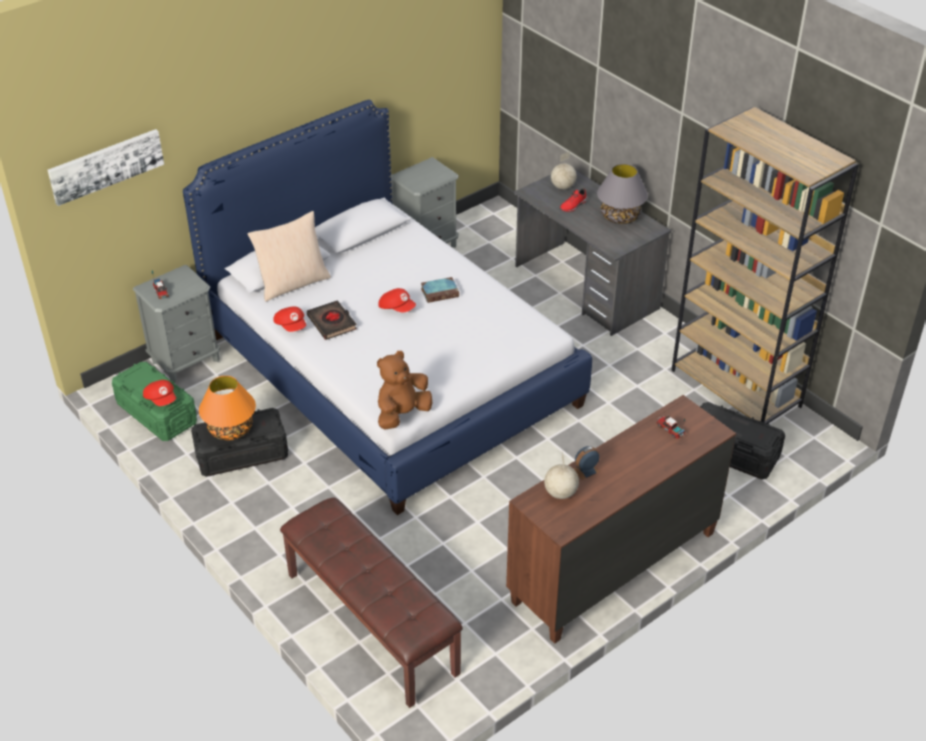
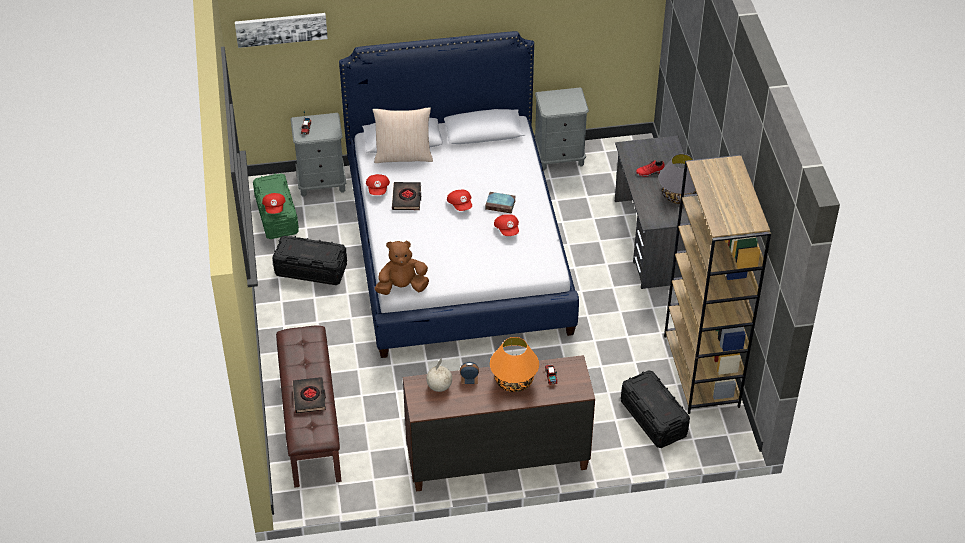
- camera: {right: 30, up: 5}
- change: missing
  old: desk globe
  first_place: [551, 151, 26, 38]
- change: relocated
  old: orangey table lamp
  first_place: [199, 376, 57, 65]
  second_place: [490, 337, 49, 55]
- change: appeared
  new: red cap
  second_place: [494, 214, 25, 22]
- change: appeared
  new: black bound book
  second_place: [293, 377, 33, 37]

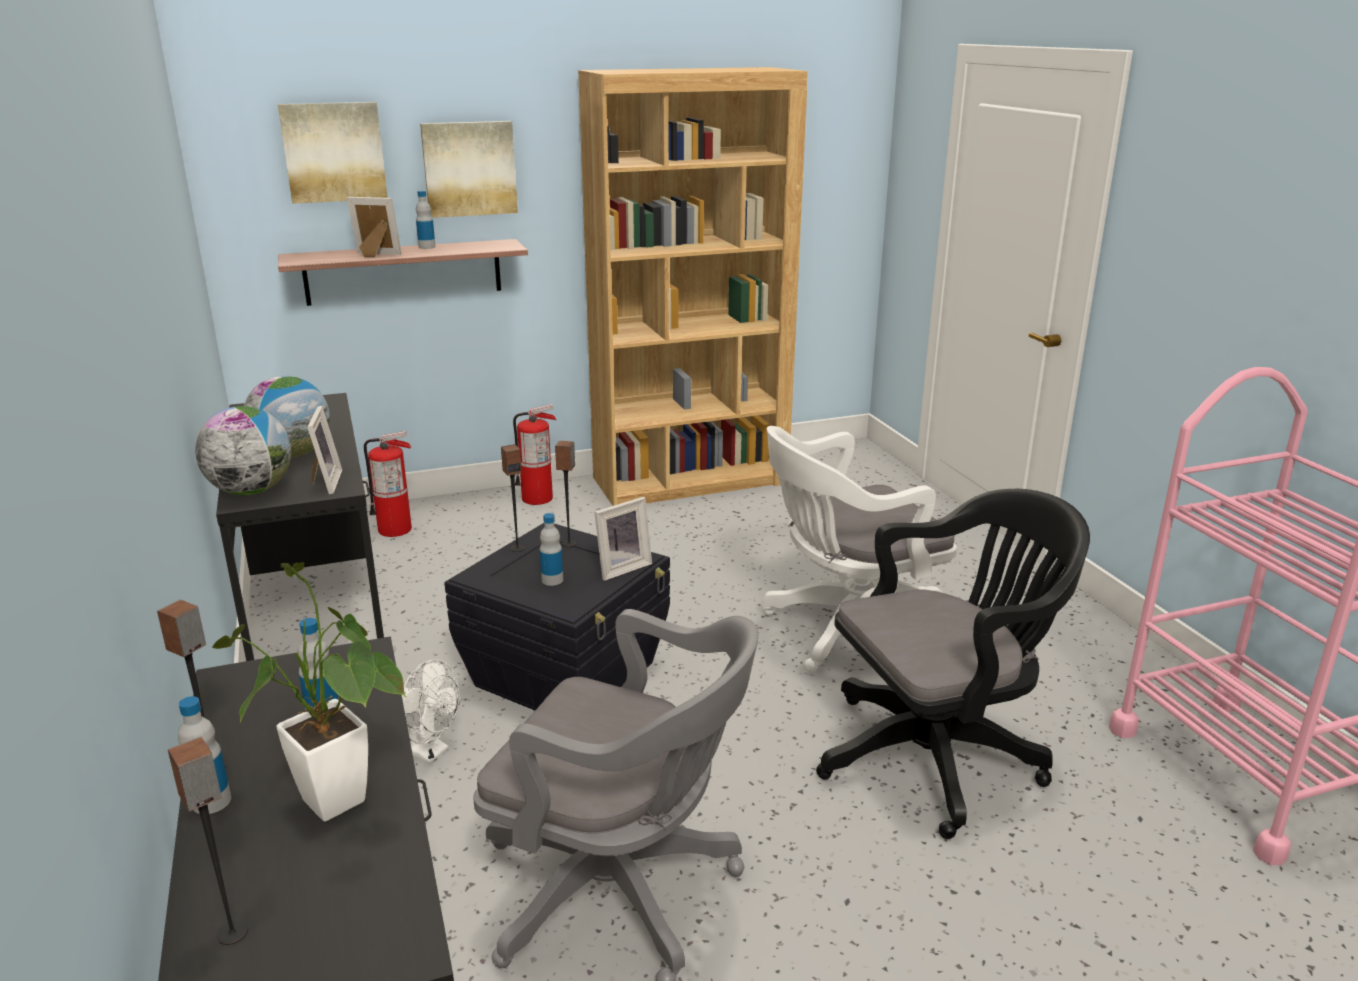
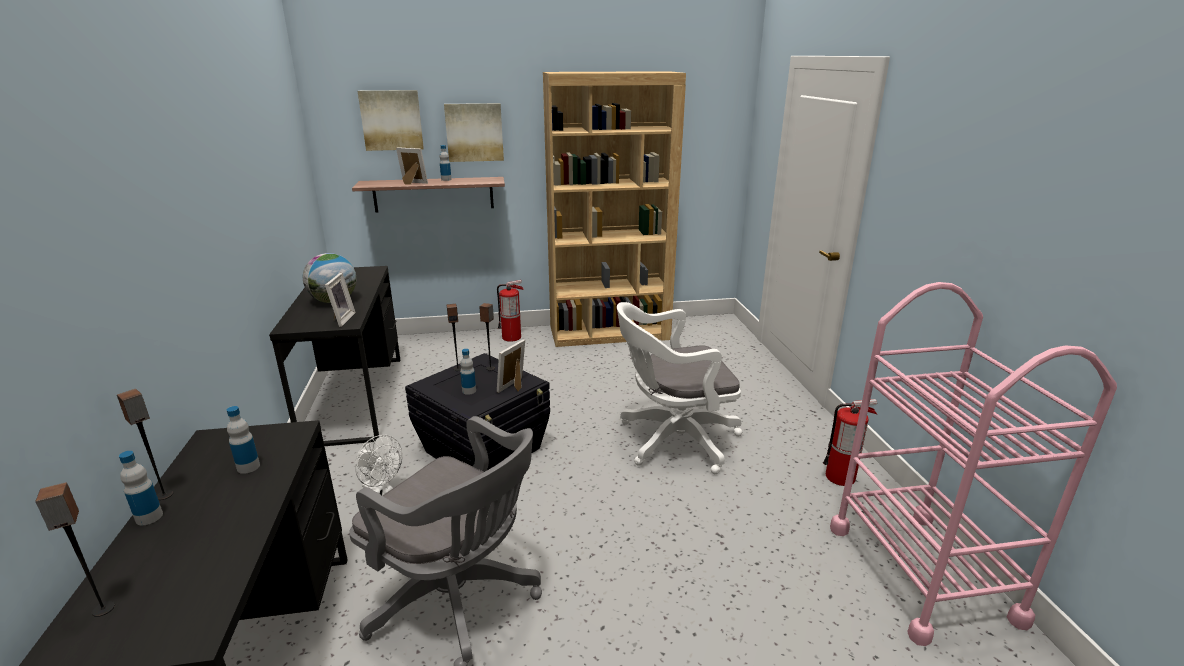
- camera: {right: 10, up: 0}
- change: missing
  old: desk globe
  first_place: [195, 406, 96, 89]
- change: relocated
  old: extinguisher
  first_place: [364, 431, 48, 106]
  second_place: [823, 399, 54, 87]
- change: missing
  old: black office chair
  first_place: [816, 489, 274, 350]
- change: spun
  old: picture frame
  first_place: [594, 497, 58, 84]
  second_place: [497, 339, 28, 54]
  degrees: 150
- change: missing
  old: houseplant
  first_place: [212, 563, 194, 259]

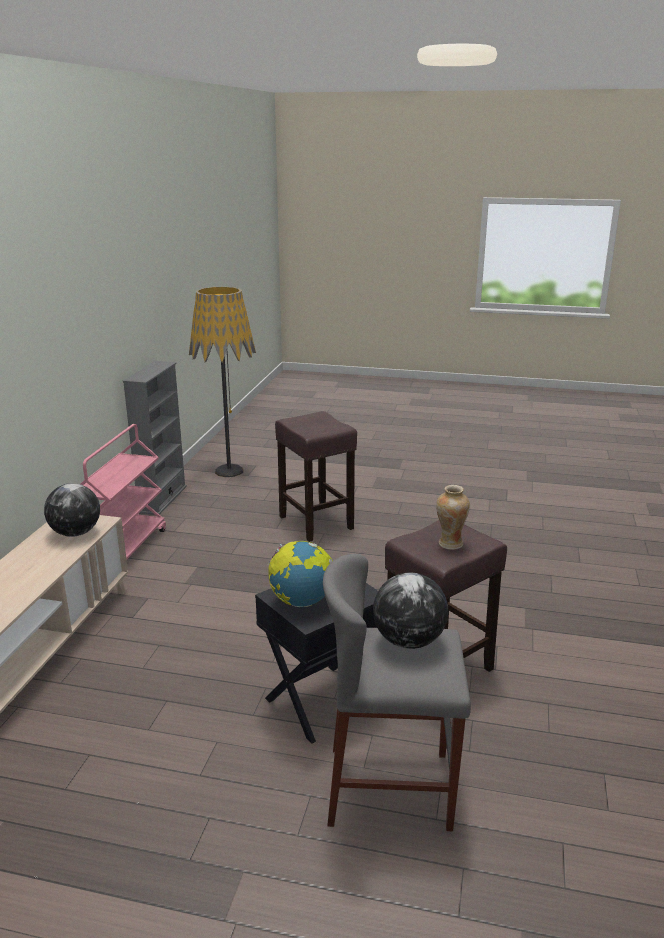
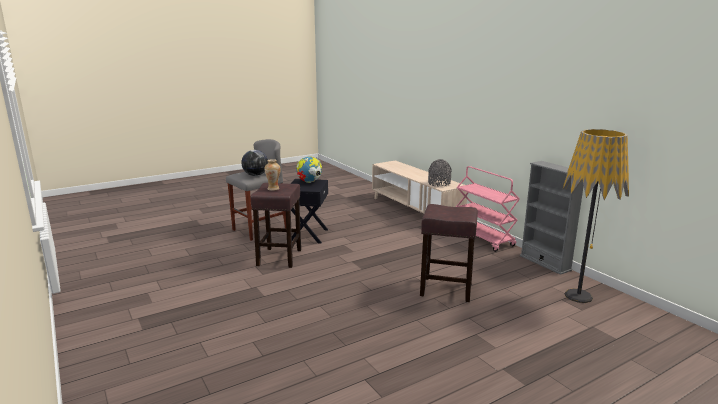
- camera: {right: 135, up: -5}
- change: exchanged
  old: desk globe
  new: gray flower vase
  first_place: [44, 483, 56, 54]
  second_place: [428, 159, 23, 28]

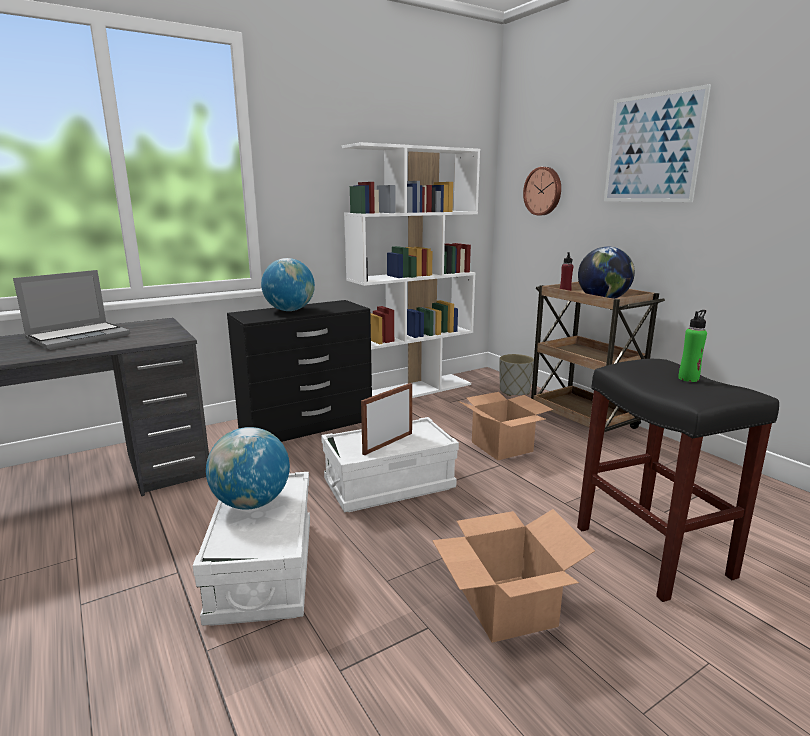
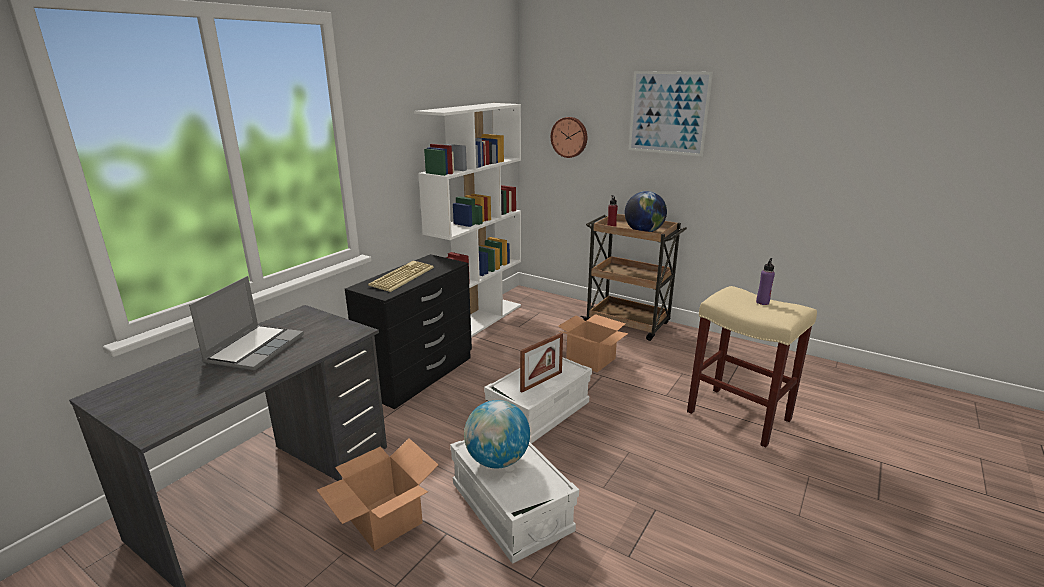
- camera: {right: -25, up: 5}
- change: exchanged
  old: desk globe
  new: computer keyboard
  first_place: [261, 258, 54, 53]
  second_place: [368, 261, 66, 31]
- change: colour
  old: green bottle
  new: purple bottle
  first_place: [678, 310, 29, 72]
  second_place: [756, 258, 19, 47]
- change: missing
  old: gray flower pot
  first_place: [500, 354, 34, 42]
- change: colour
  old: black stool
  new: beige stool
  first_place: [577, 359, 202, 243]
  second_place: [687, 286, 130, 162]
- change: spun
  old: picture frame
  first_place: [361, 383, 51, 73]
  second_place: [520, 333, 43, 59]
  degrees: -150
- change: relocated
  old: cardboard box
  first_place: [432, 509, 163, 134]
  second_place: [317, 438, 121, 113]

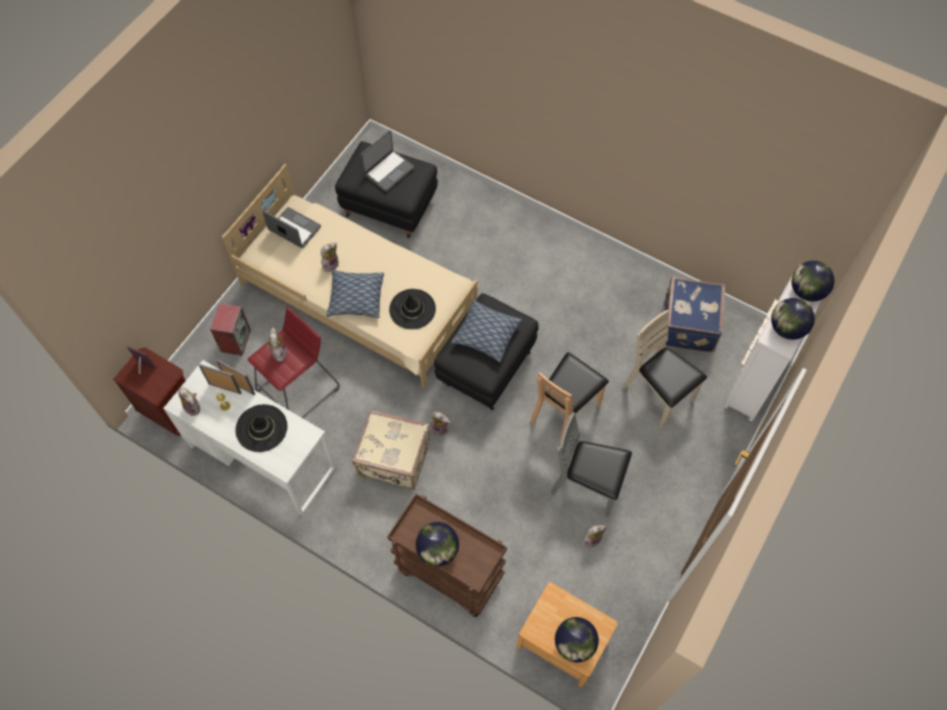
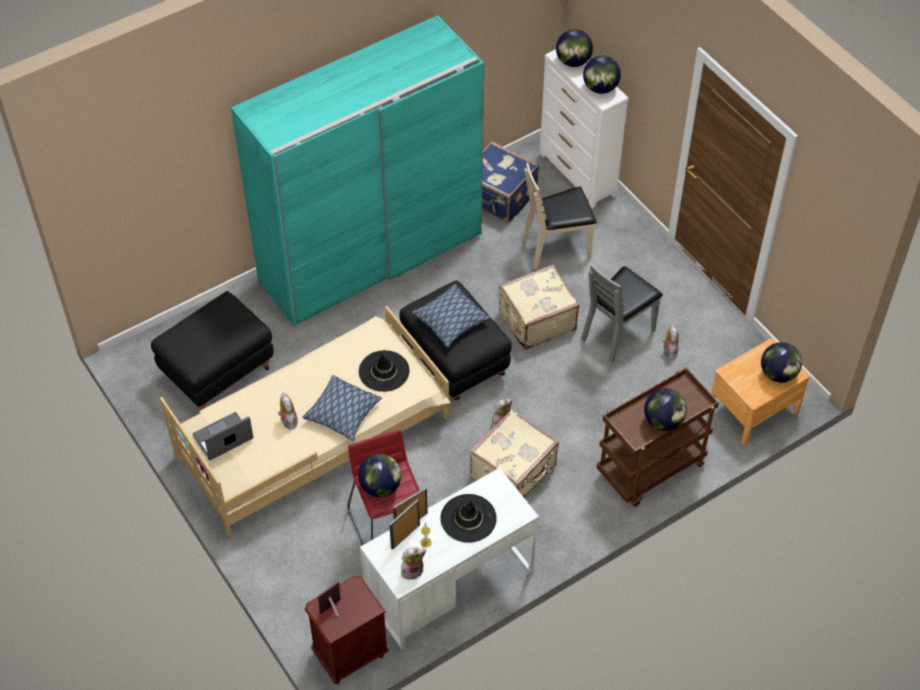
- camera: {right: -65, up: -10}
- change: missing
  old: portable computer
  first_place: [361, 130, 54, 62]
- change: missing
  old: speaker
  first_place: [210, 303, 41, 53]
- change: exchanged
  old: soft toy
  new: desk globe
  first_place: [266, 327, 21, 34]
  second_place: [358, 454, 43, 43]
- change: exchanged
  old: brown-coloured upright chair
  new: beige travel case
  first_place: [530, 352, 79, 92]
  second_place: [499, 265, 81, 85]
- change: appeared
  new: turquoise-coloured armoire
  second_place: [231, 15, 253, 312]

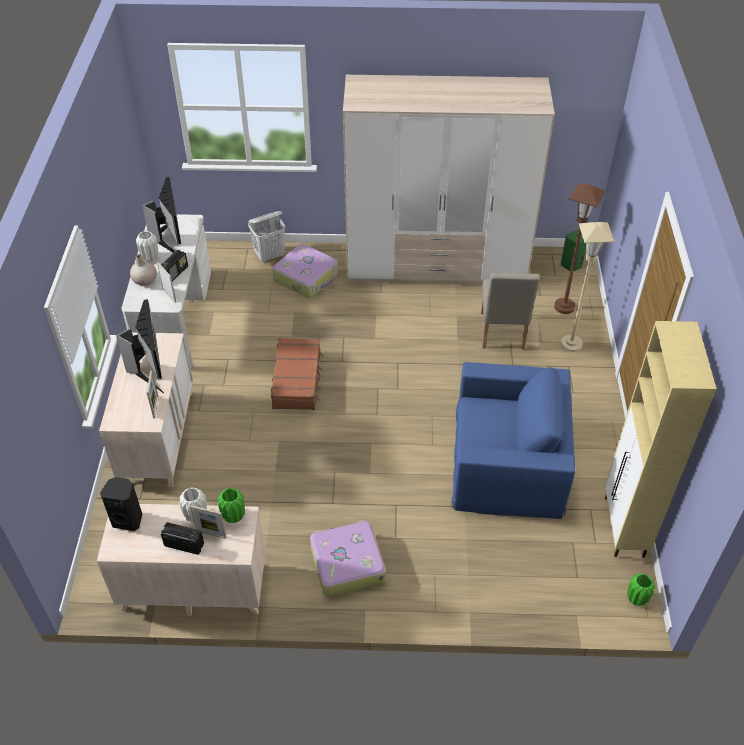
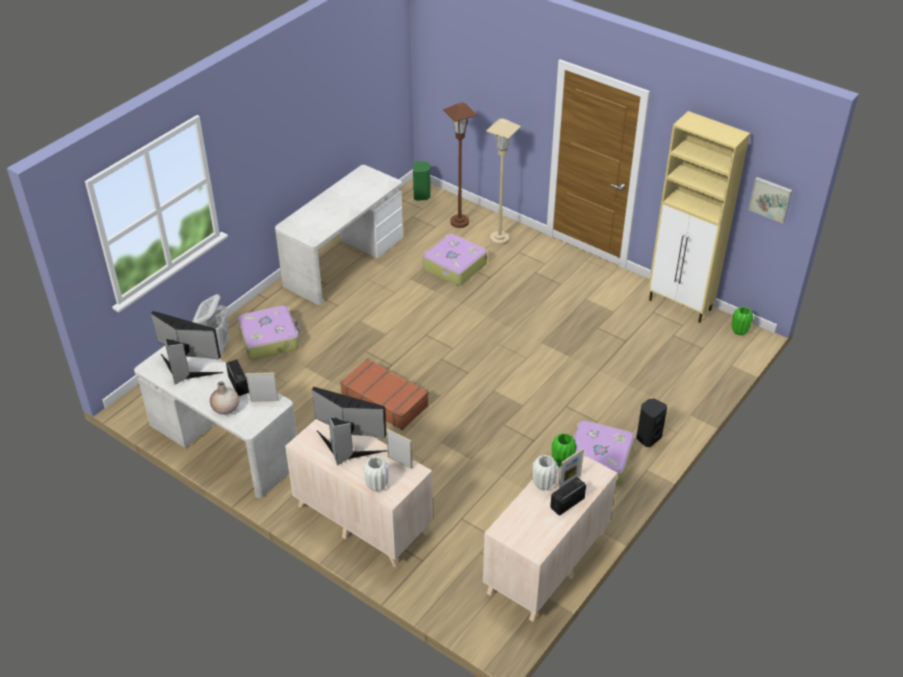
- camera: {right: -55, up: -5}
- change: exchanged
  old: armoire
  new: white desk table
  first_place: [343, 75, 212, 209]
  second_place: [275, 165, 128, 140]
- change: relocated
  old: white flower vase
  first_place: [136, 231, 23, 31]
  second_place: [363, 457, 25, 35]
- change: exchanged
  old: beige upright chair
  new: travel case
  first_place: [481, 273, 59, 77]
  second_place: [423, 234, 64, 52]
- change: missing
  old: blue-coloured lounge chair
  first_place: [451, 362, 124, 157]
- change: relocated
  old: black speaker
  first_place: [100, 477, 42, 54]
  second_place: [636, 399, 31, 48]
- change: appeared
  new: wall art
  second_place: [748, 177, 44, 46]

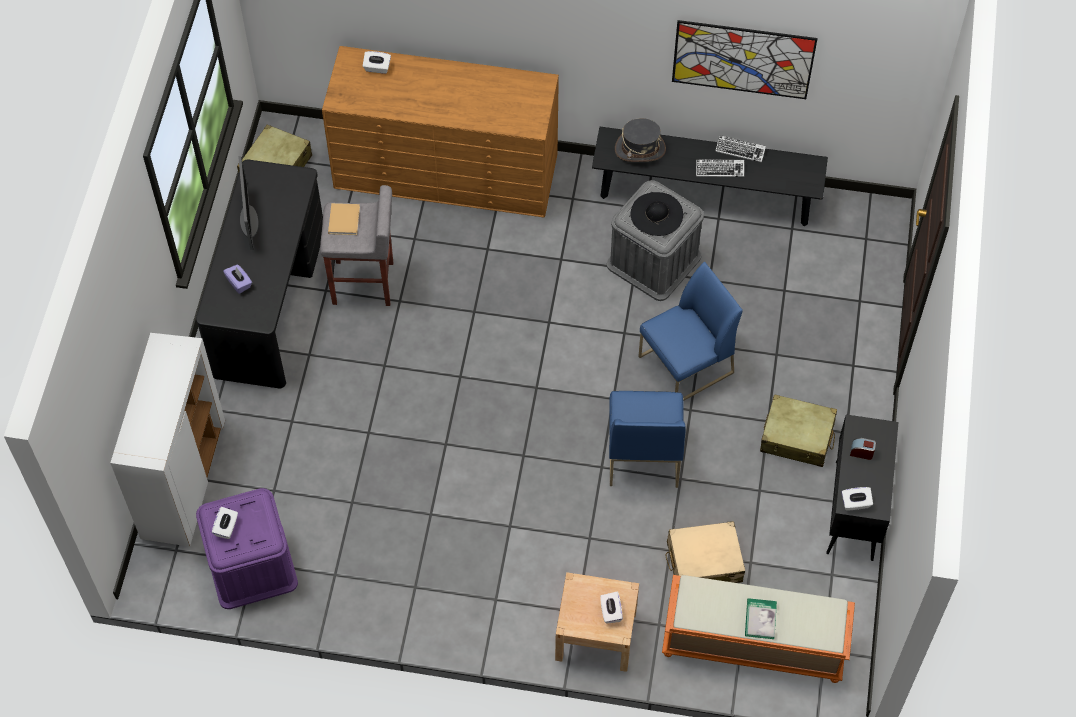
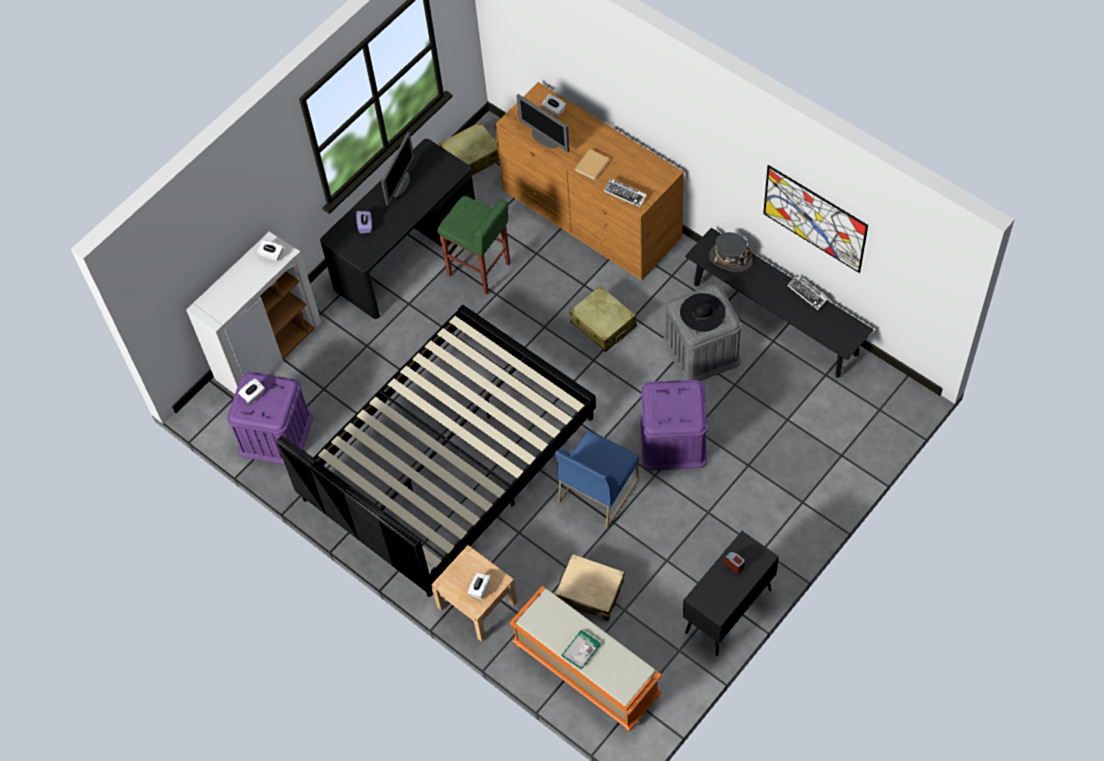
- camera: {right: 35, up: 0}
- change: relocated
  old: computer keyboard
  first_place: [696, 159, 48, 18]
  second_place: [604, 178, 43, 30]
- change: colour
  old: gray stool
  new: green stool
  first_place: [320, 185, 73, 121]
  second_place: [437, 196, 73, 99]
- change: relocated
  old: beige bound book
  first_place: [328, 203, 32, 32]
  second_place: [575, 149, 35, 31]
- change: exchanged
  old: blue-coloured upright chair
  new: purple storage container
  first_place: [638, 262, 105, 139]
  second_place: [640, 380, 68, 90]
- change: relocated
  old: beige travel case
  first_place: [760, 394, 77, 73]
  second_place: [569, 286, 68, 66]
- change: relocated
  old: white box of tissues
  first_place: [841, 487, 32, 24]
  second_place: [257, 240, 26, 21]
- change: appeared
  new: computer display
  second_place: [517, 94, 53, 58]
- change: appeared
  new: black bed
  second_place: [276, 305, 320, 292]

